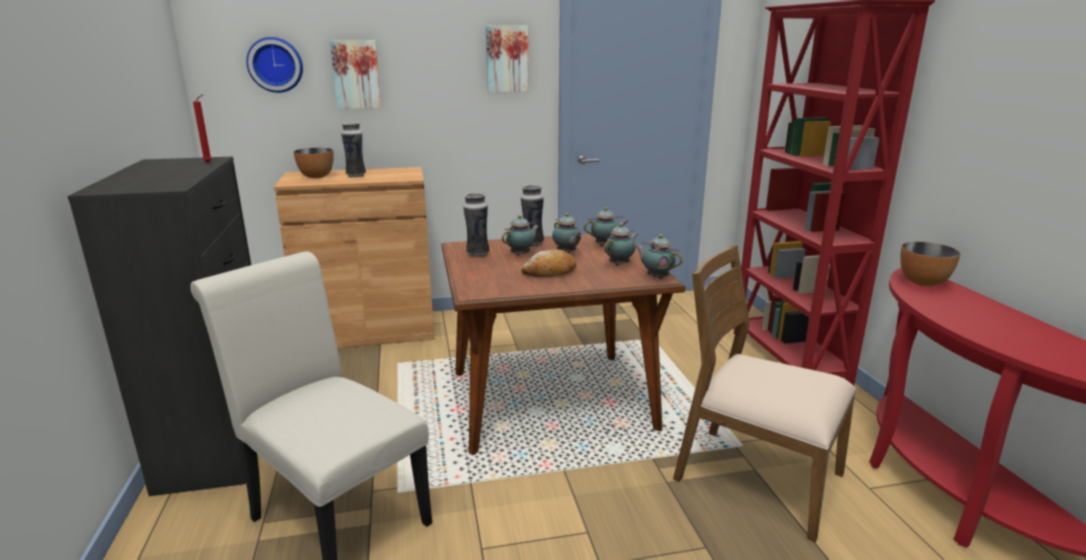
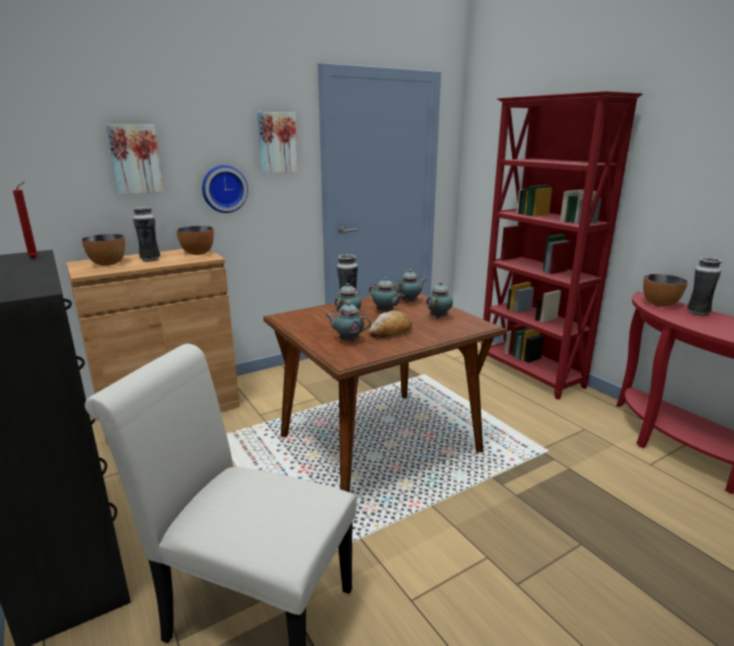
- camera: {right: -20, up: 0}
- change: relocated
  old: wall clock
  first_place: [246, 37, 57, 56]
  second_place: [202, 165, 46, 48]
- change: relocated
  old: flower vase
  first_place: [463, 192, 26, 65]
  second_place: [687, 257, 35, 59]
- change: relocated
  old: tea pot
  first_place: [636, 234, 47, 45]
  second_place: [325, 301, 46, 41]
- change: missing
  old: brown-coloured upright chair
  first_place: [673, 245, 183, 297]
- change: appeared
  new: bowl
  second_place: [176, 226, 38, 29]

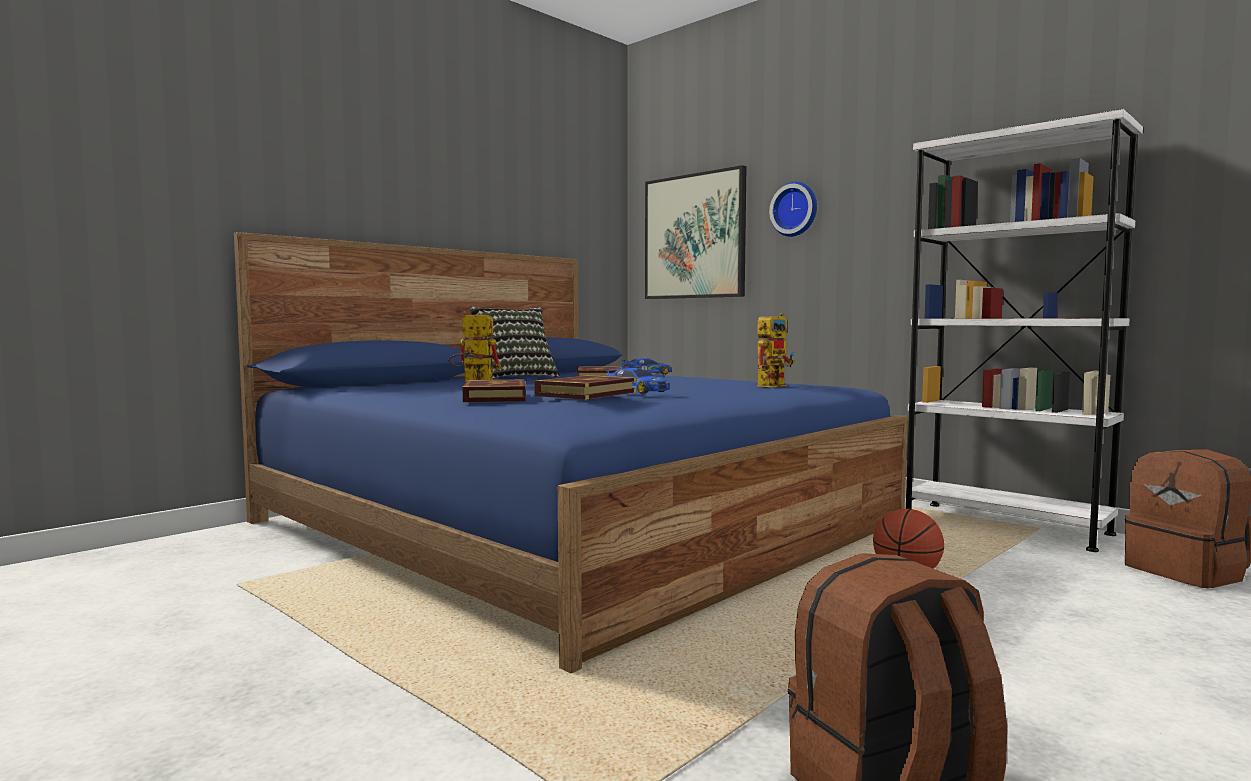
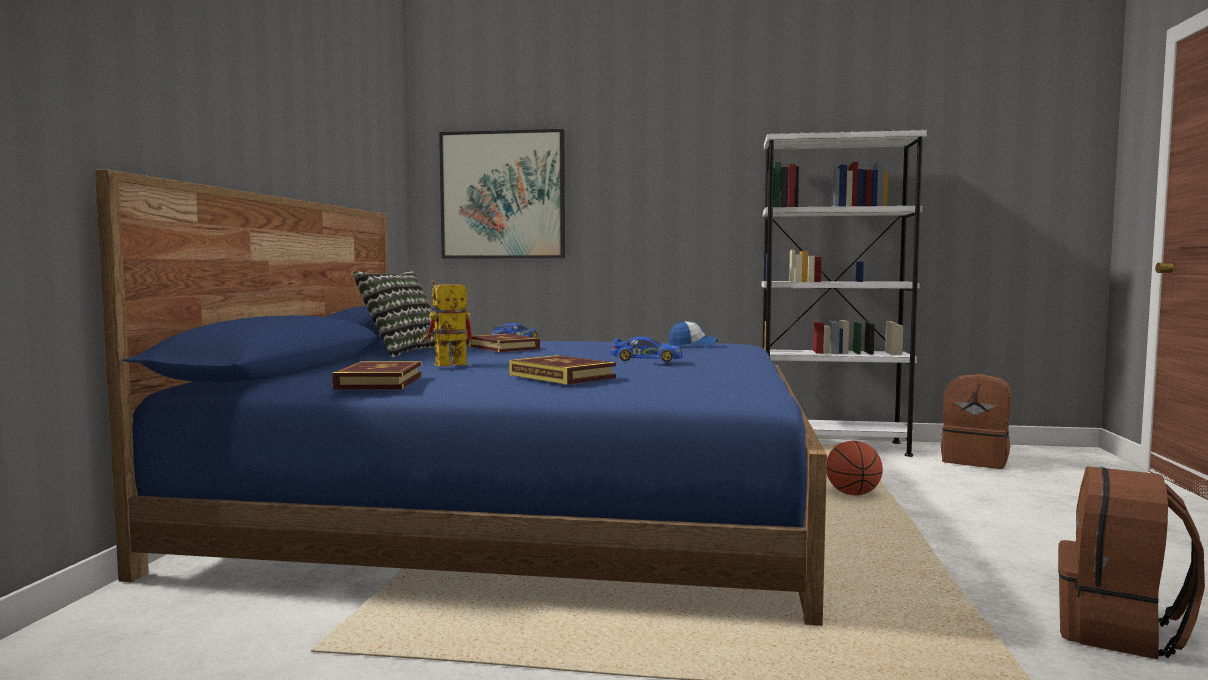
- camera: {right: -35, up: 0}
- change: missing
  old: wall clock
  first_place: [769, 182, 48, 55]
- change: exchanged
  old: robot figure
  new: cap
  first_place: [757, 313, 38, 75]
  second_place: [669, 321, 49, 26]
- change: relocated
  old: bound book
  first_place: [534, 375, 102, 25]
  second_place: [332, 361, 90, 29]

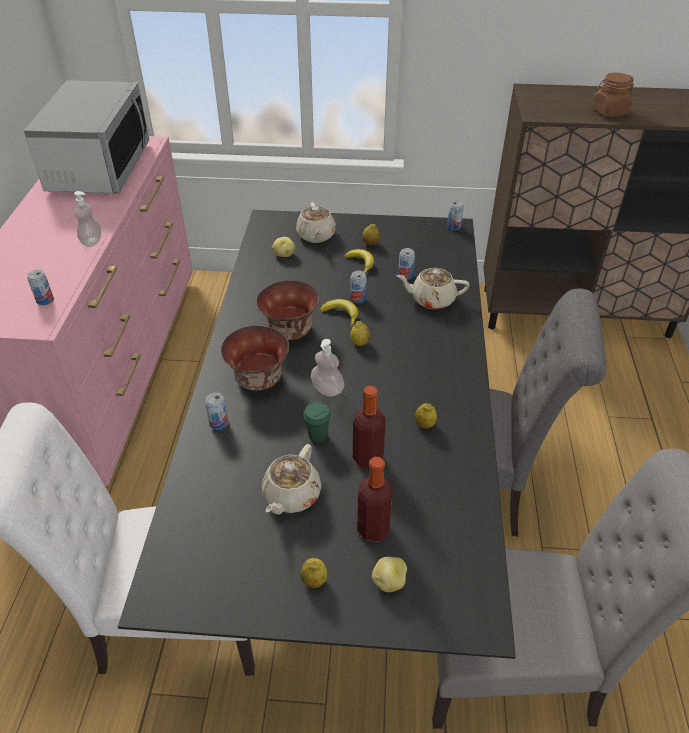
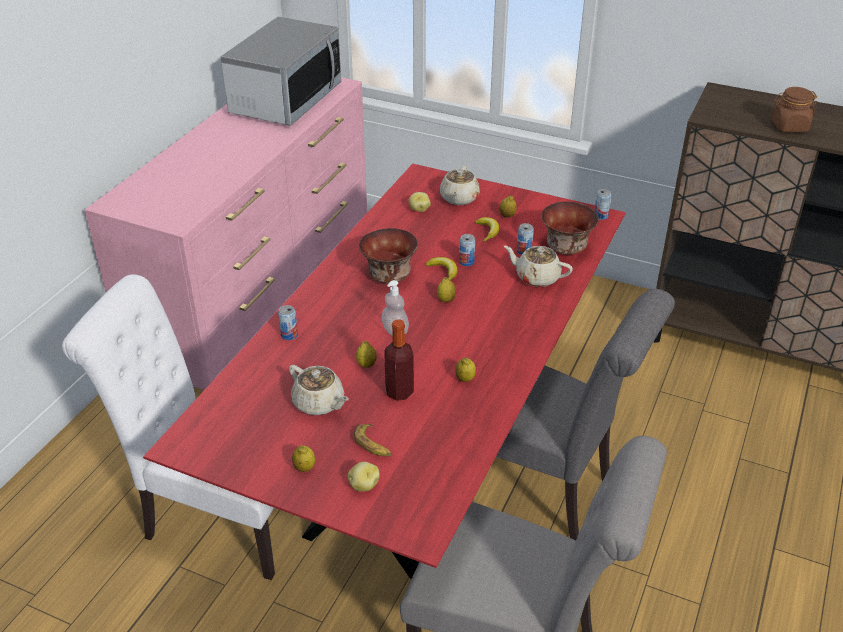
- camera: {right: 20, up: -5}
- change: missing
  old: liquid soap bottle
  first_place: [74, 191, 27, 56]
- change: colour
  old: black dining table
  new: red dining table
  first_place: [118, 210, 398, 449]
  second_place: [143, 164, 483, 415]
- change: missing
  old: sealed can
  first_place: [27, 270, 27, 35]
- change: relocated
  old: bowl
  first_place: [221, 325, 68, 66]
  second_place: [541, 201, 58, 54]
- change: exchanged
  old: green cup
  new: lemon
  first_place: [303, 402, 28, 41]
  second_place: [356, 341, 21, 27]
- change: spun
  old: beige tea pot
  first_place: [262, 444, 59, 71]
  second_place: [289, 365, 60, 50]
  degrees: -90
- change: exchanged
  old: bottle
  new: banana
  first_place: [357, 457, 36, 85]
  second_place: [354, 424, 37, 32]

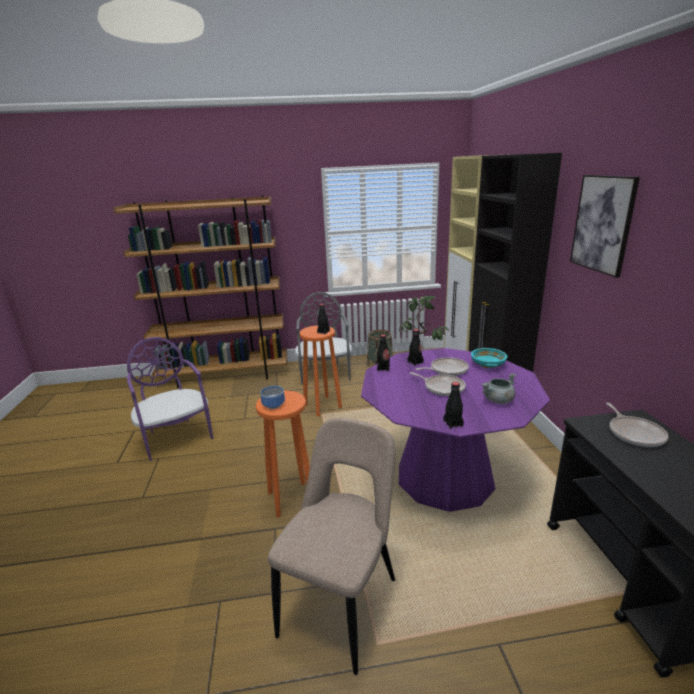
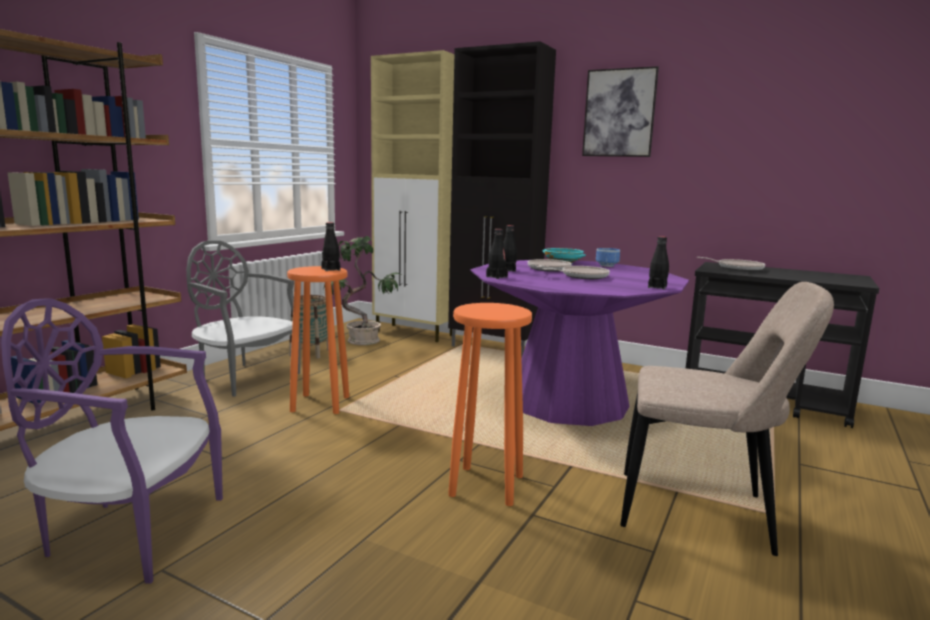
- camera: {right: -55, up: -10}
- change: missing
  old: gray cooking pot
  first_place: [481, 373, 35, 31]
- change: relocated
  old: bowl
  first_place: [260, 386, 25, 23]
  second_place: [596, 248, 24, 19]
- change: spun
  old: beige upright chair
  first_place: [268, 418, 128, 257]
  second_place: [620, 282, 214, 274]
  degrees: 135

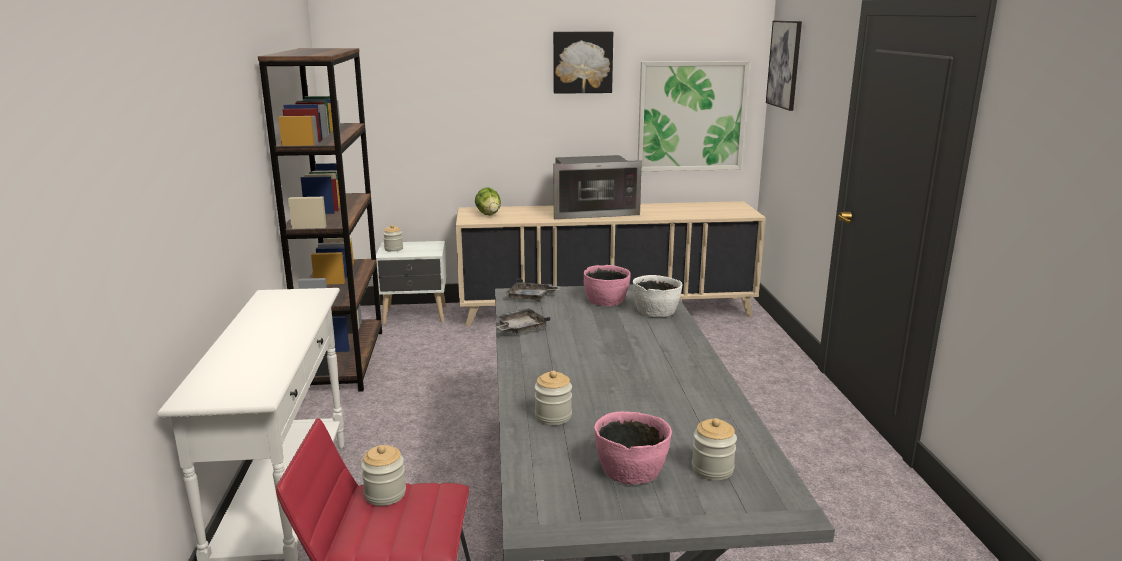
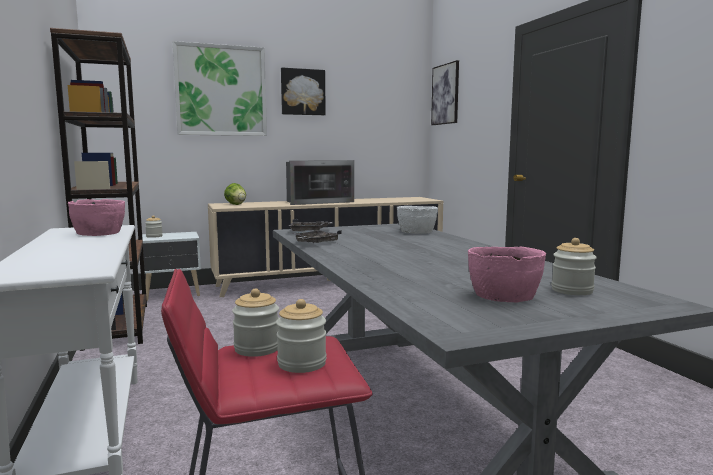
- camera: {right: -15, up: -10}
- change: relocated
  old: wall art
  first_place: [638, 61, 112, 110]
  second_place: [173, 41, 94, 95]
- change: relocated
  old: pink-coloured bowl
  first_place: [584, 265, 46, 41]
  second_place: [68, 199, 57, 37]
- change: relocated
  old: jar
  first_place: [534, 370, 38, 55]
  second_place: [276, 299, 51, 74]

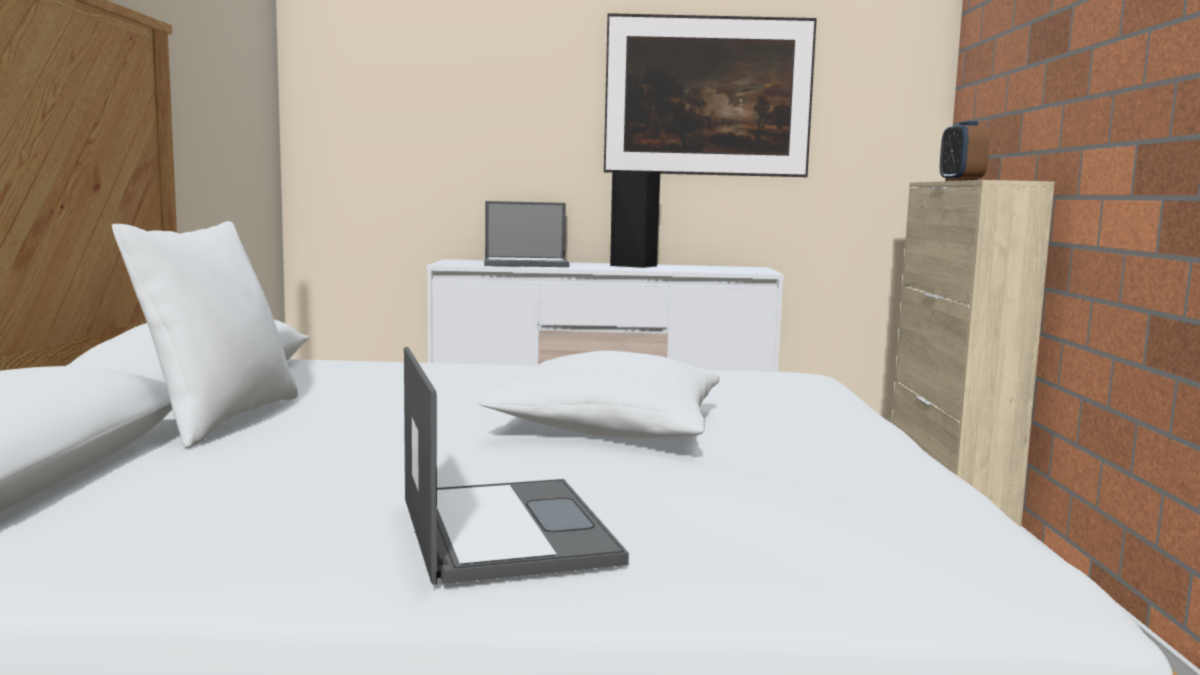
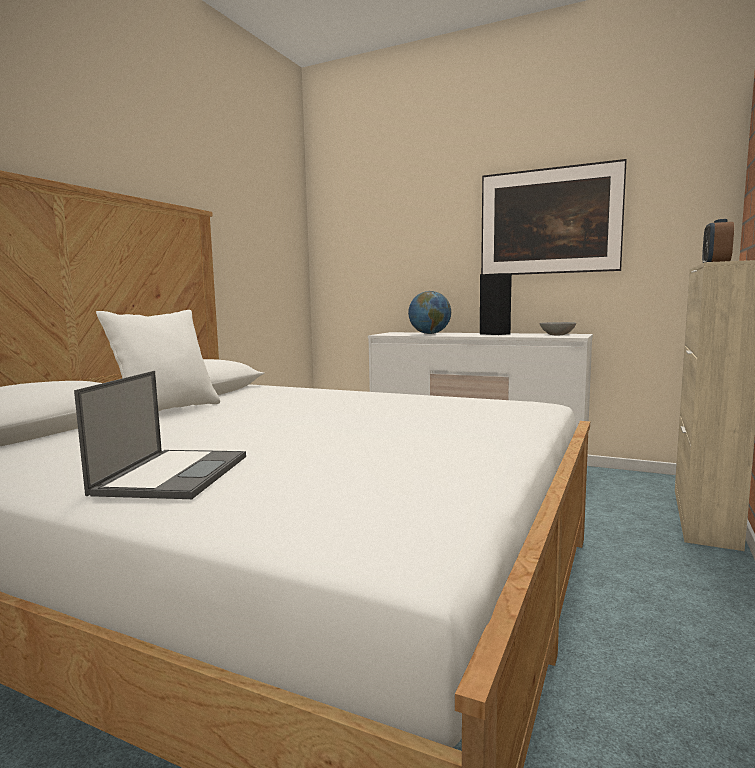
- camera: {right: 25, up: 0}
- change: exchanged
  old: portable computer
  new: desk globe
  first_place: [484, 201, 86, 66]
  second_place: [408, 291, 43, 43]
- change: missing
  old: white pillow
  first_place: [477, 351, 243, 88]
- change: appeared
  new: gray bowl
  second_place: [540, 322, 36, 13]

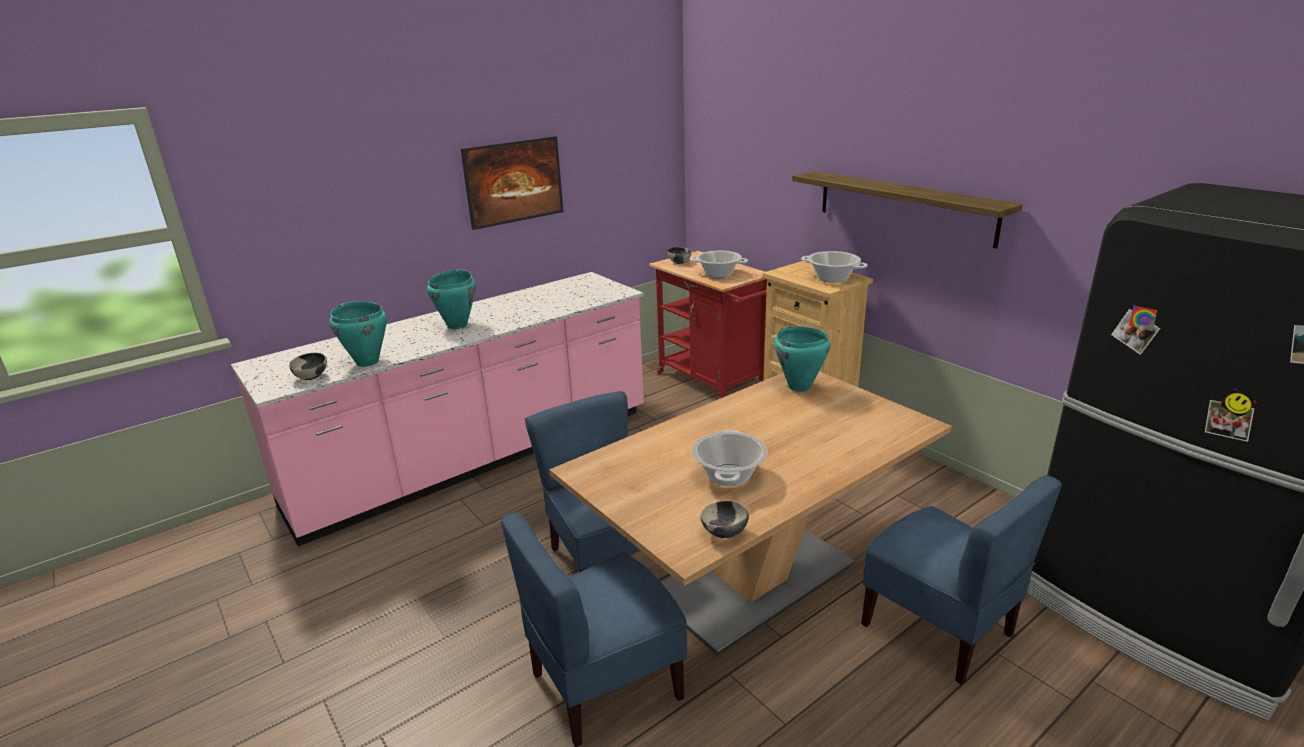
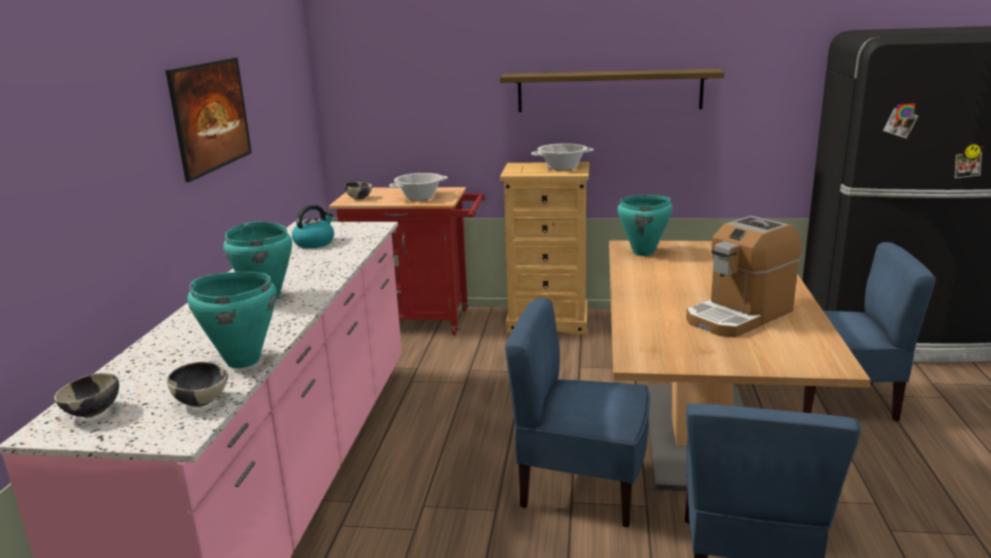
- camera: {right: -45, up: -5}
- change: exchanged
  old: cooking pot
  new: coffee maker
  first_place: [692, 429, 76, 57]
  second_place: [686, 216, 116, 121]
- change: relocated
  old: bowl
  first_place: [700, 500, 49, 38]
  second_place: [54, 373, 65, 45]
- change: appeared
  new: kettle
  second_place: [292, 205, 42, 43]

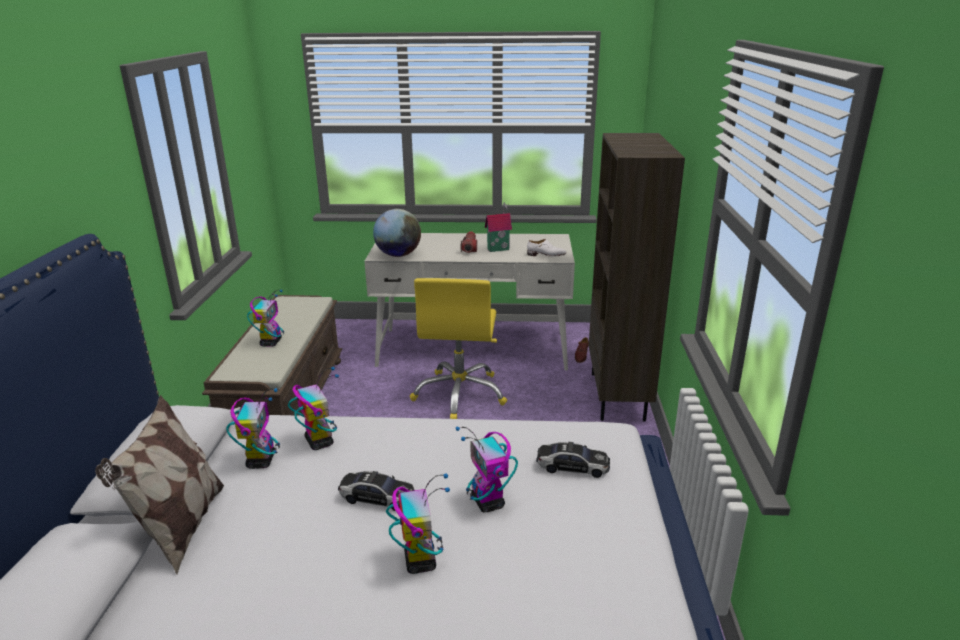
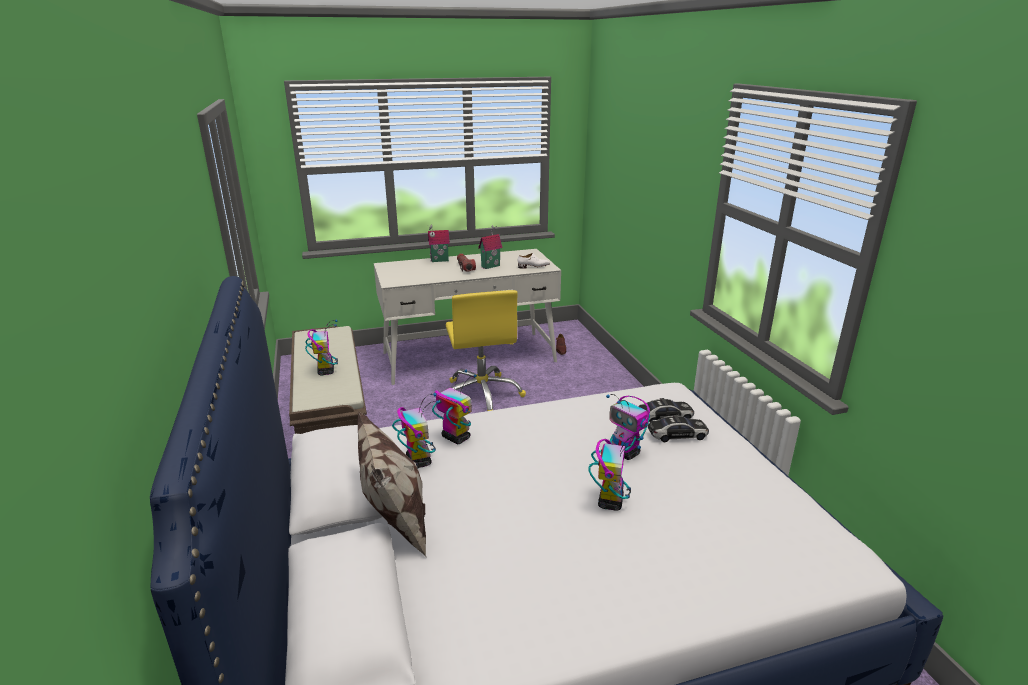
- camera: {right: -20, up: 0}
- change: missing
  old: brown-coloured bookshelf
  first_place: [589, 133, 96, 289]
- change: missing
  old: desk globe
  first_place: [373, 209, 48, 48]
- change: relocated
  old: miniature car
  first_place: [338, 471, 76, 40]
  second_place: [648, 415, 61, 27]
- change: spun
  old: robot figure
  first_place: [386, 473, 64, 101]
  second_place: [588, 436, 55, 75]
  degrees: 45
- change: appeared
  new: miniature house
  second_place: [427, 224, 23, 38]

